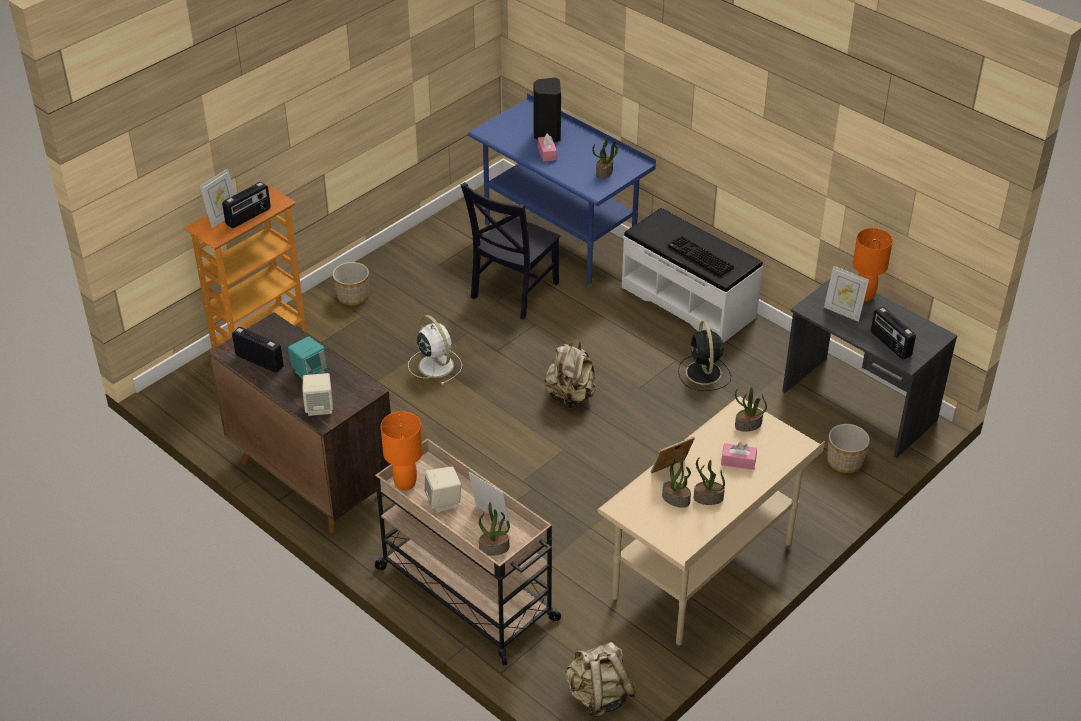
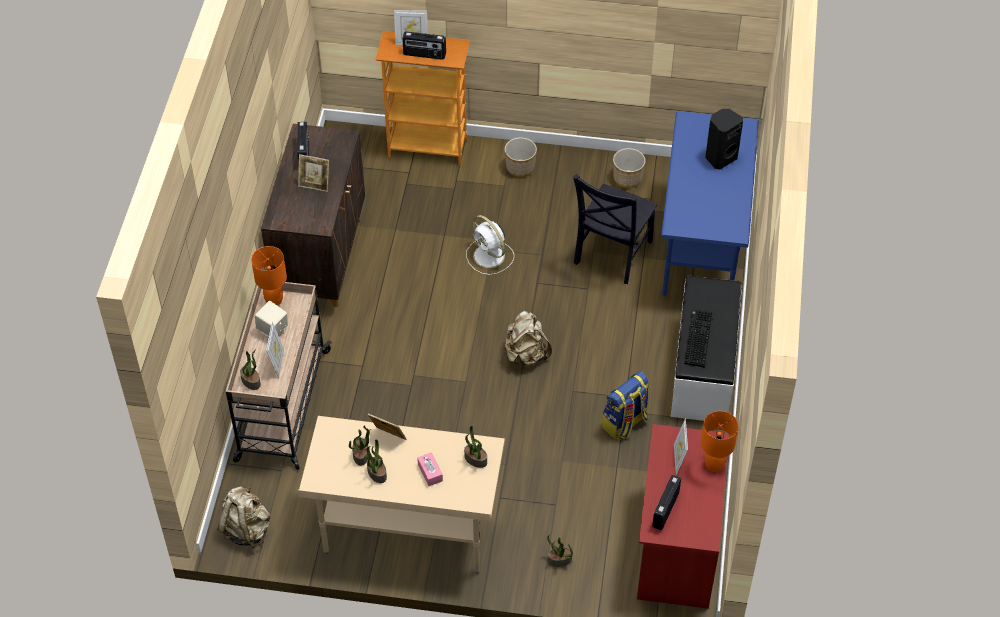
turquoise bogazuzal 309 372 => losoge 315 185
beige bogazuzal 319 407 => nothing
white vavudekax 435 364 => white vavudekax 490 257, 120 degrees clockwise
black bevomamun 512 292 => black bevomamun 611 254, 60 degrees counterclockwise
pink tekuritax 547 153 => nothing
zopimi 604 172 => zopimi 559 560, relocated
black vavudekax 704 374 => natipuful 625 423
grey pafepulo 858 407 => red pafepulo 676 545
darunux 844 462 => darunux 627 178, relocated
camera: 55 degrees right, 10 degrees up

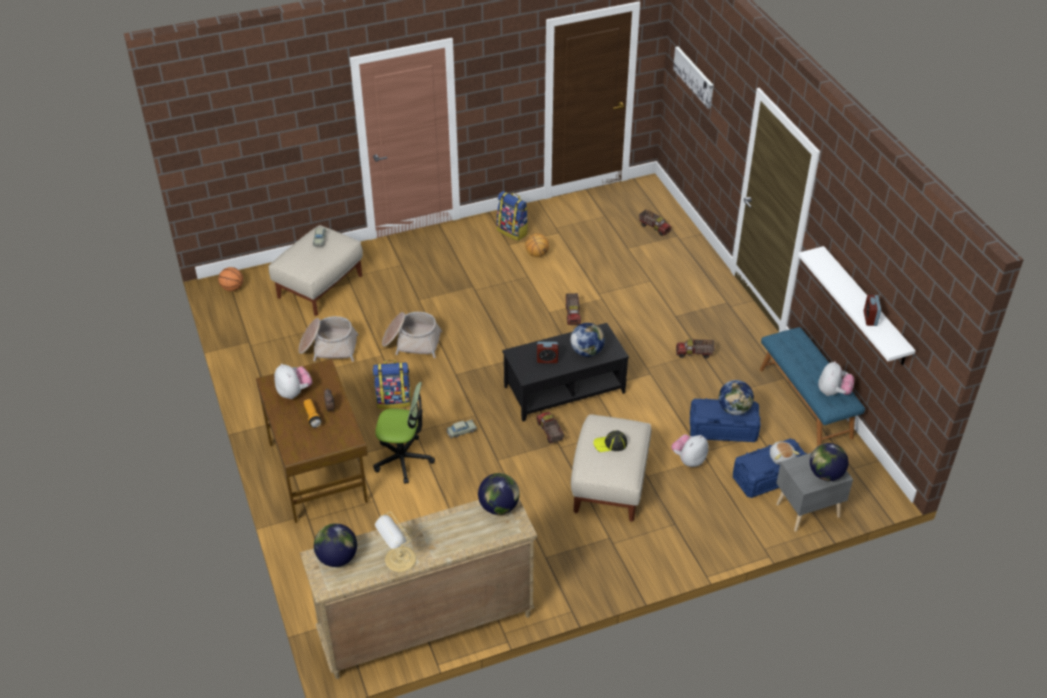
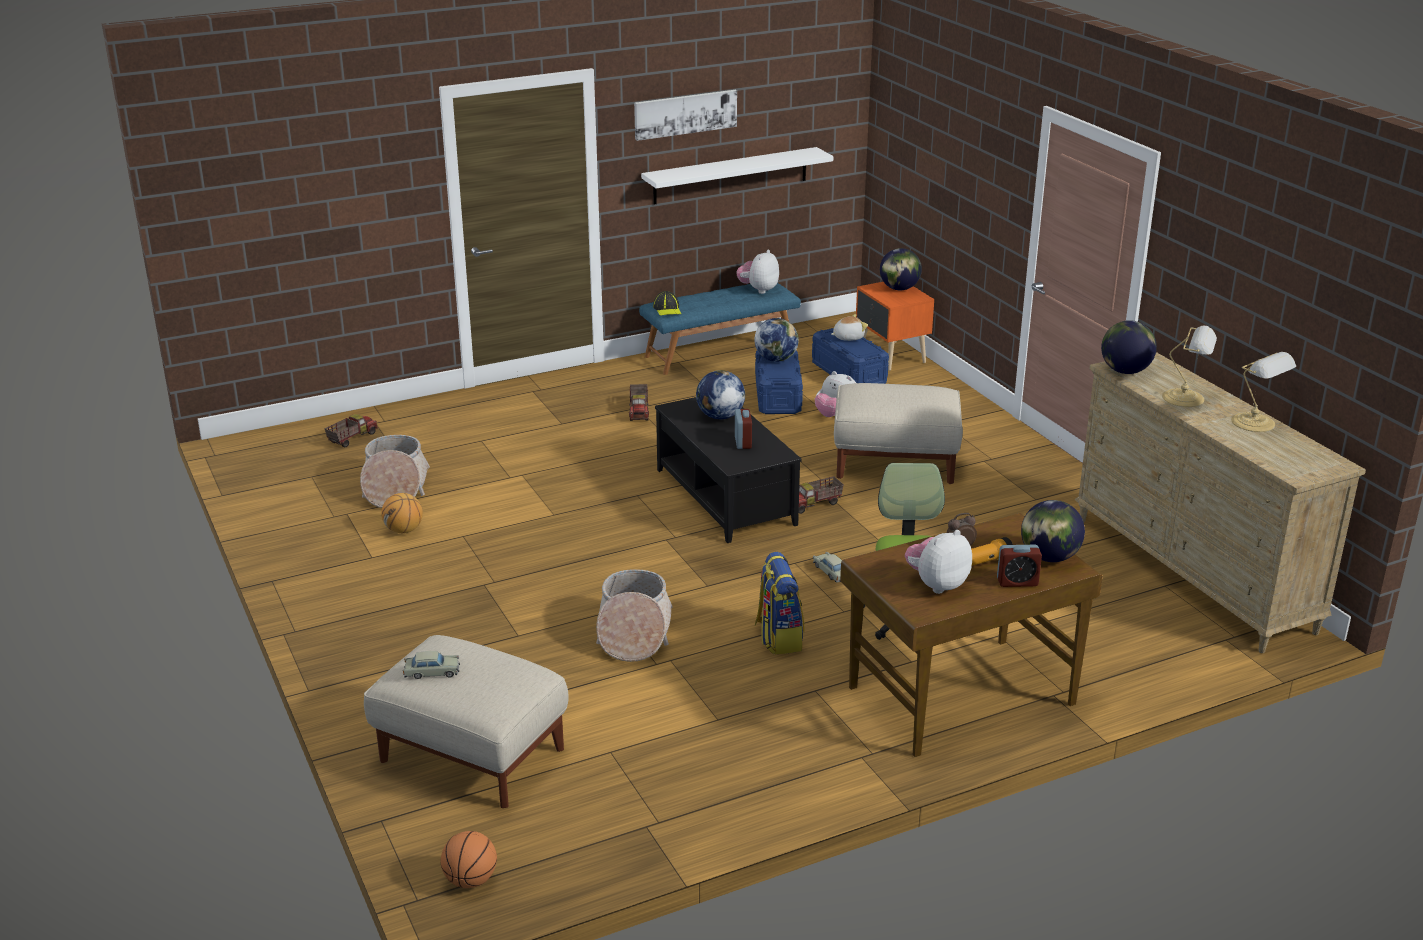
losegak 328 347 => losegak 394 488, relocated
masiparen 337 558 => masiparen 1049 557, relocated
natipuful 513 231 => nothing
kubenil 573 314 => nothing
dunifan 610 444 => dunifan 667 309, relocated
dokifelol 694 76 => dokifelol 685 114, relocated
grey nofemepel 806 510 => orange nofemepel 891 356
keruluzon 833 392 => keruluzon 758 290, 75 degrees counterclockwise
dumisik 870 318 => dumisik 1017 582, relocated
nothing => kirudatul 1185 398
camera: 95 degrees left, 15 degrees down

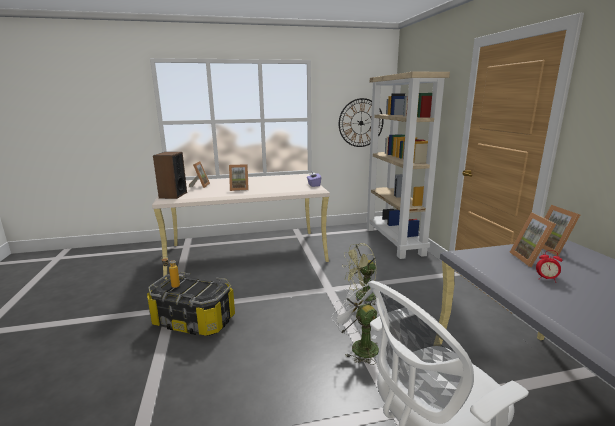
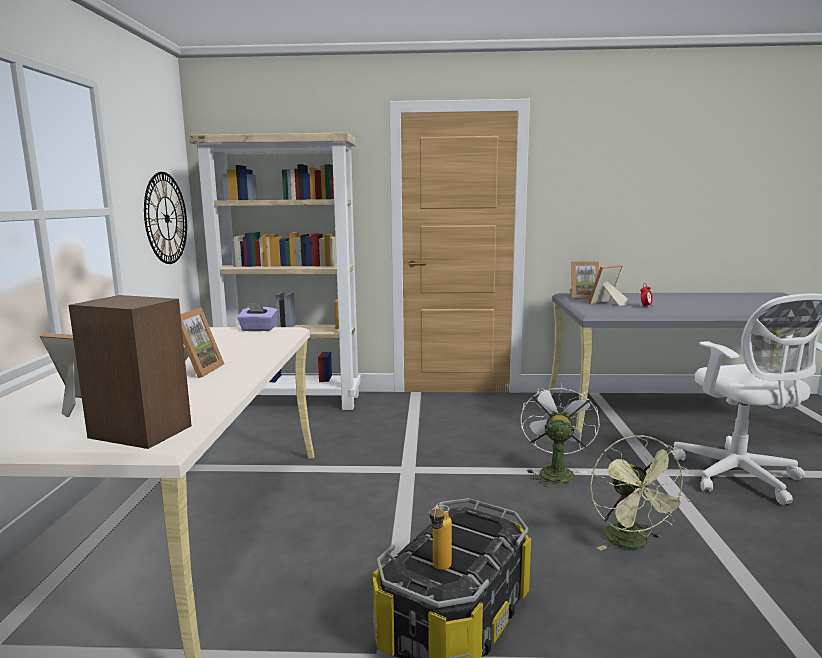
white vavudekax 359 346 => white vavudekax 555 471, 120 degrees clockwise
green vavudekax 362 297 => green vavudekax 632 543, relocated
losoge 531 259 => losoge 607 303, 135 degrees clockwise
camera: 75 degrees left, 5 degrees down

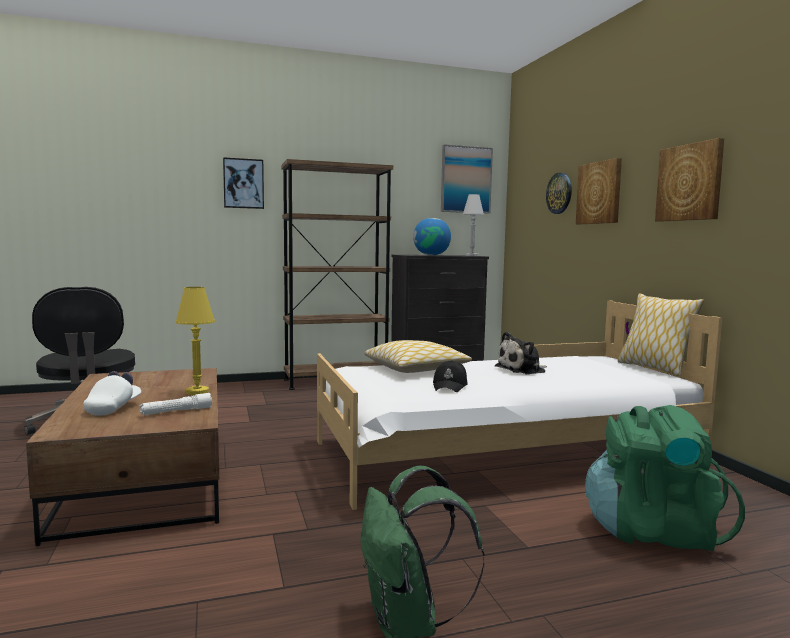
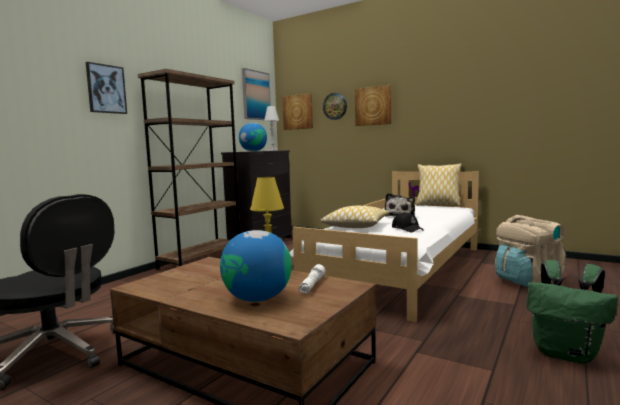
white dunifan 113 408 => masiparen 257 298
green natipuful 652 531 => beige natipuful 527 281
dokifelol 690 182 => dokifelol 298 112, relocated
camera: 40 degrees left, 0 degrees up

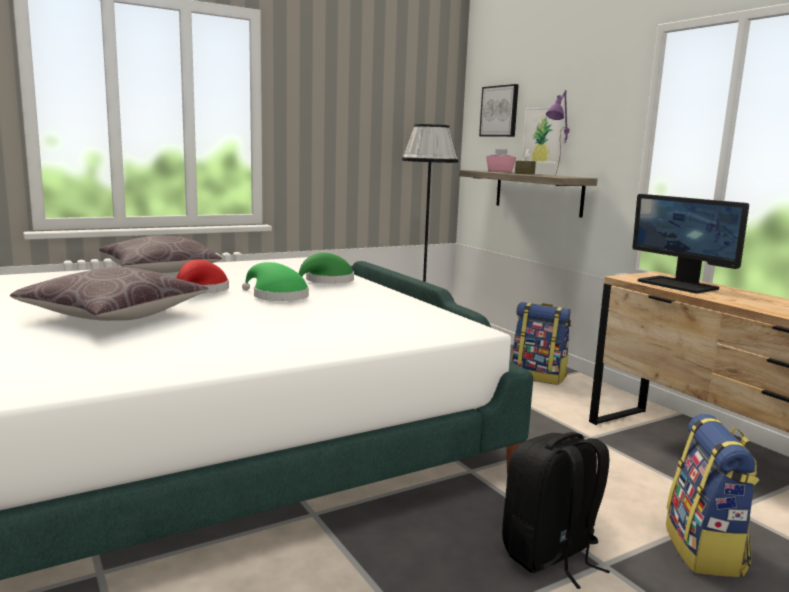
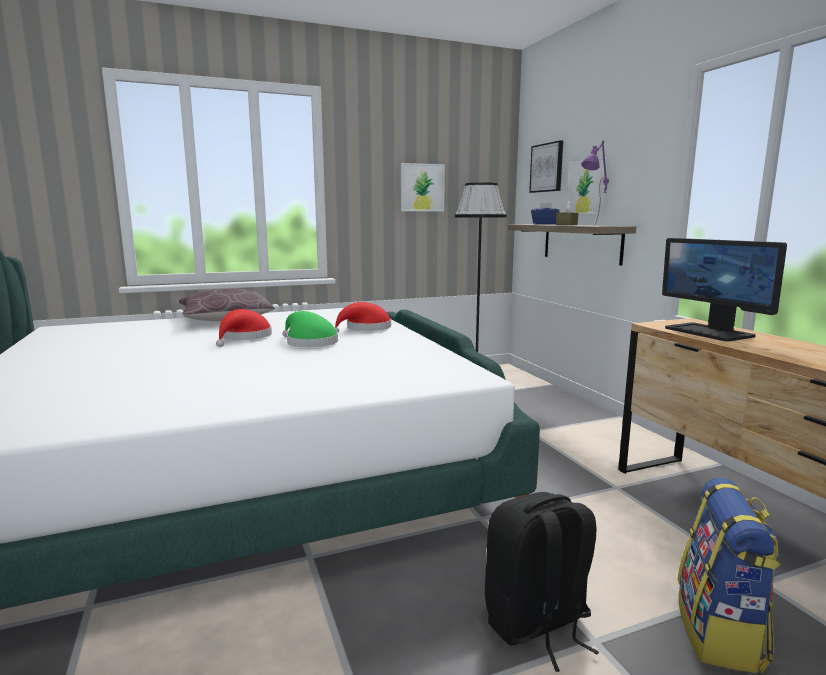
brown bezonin 114 315 => nothing
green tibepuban 326 281 => red tibepuban 365 328
pink tekuritax 499 171 => blue tekuritax 544 224
natipuful 539 376 => nothing
nothing => dokifelol 422 187
camera: 10 degrees right, 0 degrees up

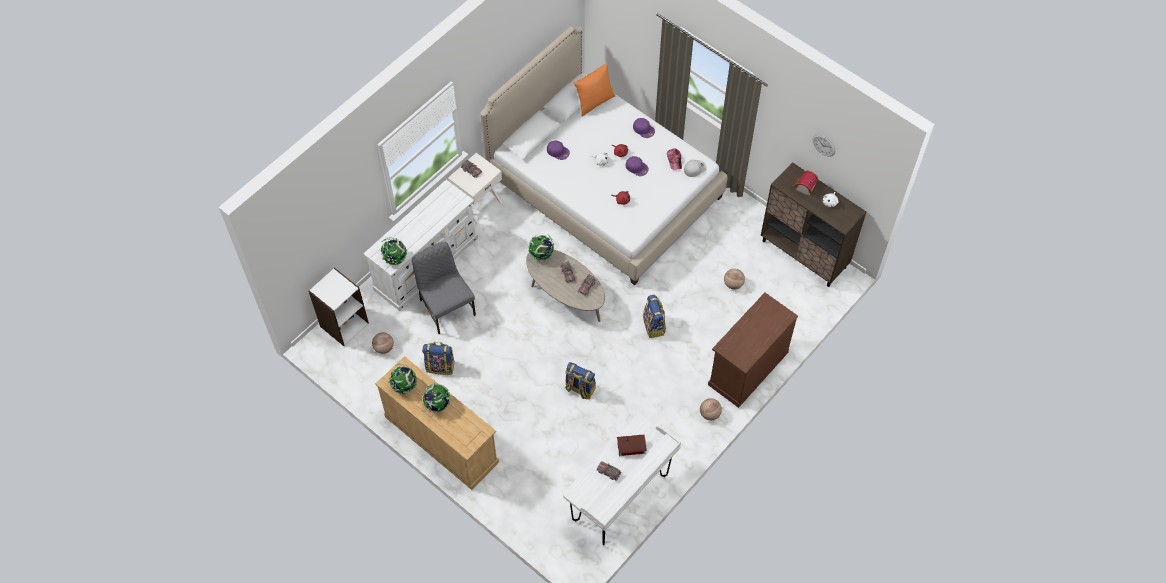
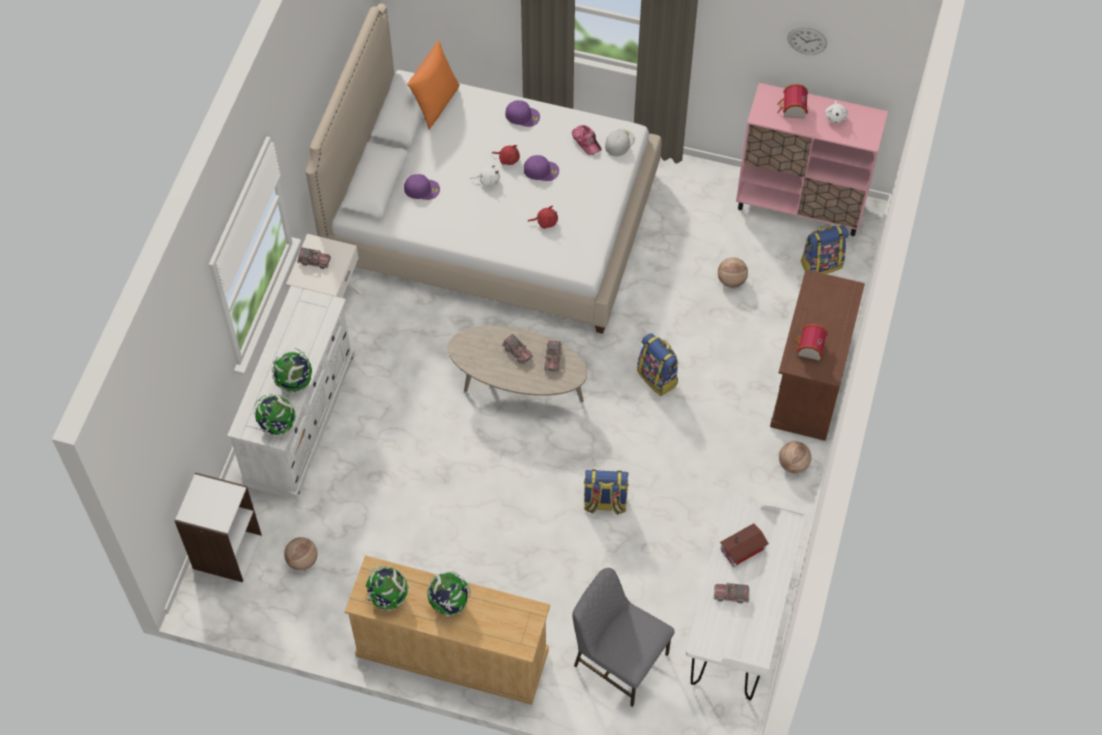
grey bevomamun 446 307 => grey bevomamun 619 660, relocated
natipuful 440 366 => natipuful 821 263, relocated
masiparen 541 254 => masiparen 295 382, relocated
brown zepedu 804 254 => pink zepedu 801 205
nothing => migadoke 808 349
camera: 25 degrees left, 0 degrees up

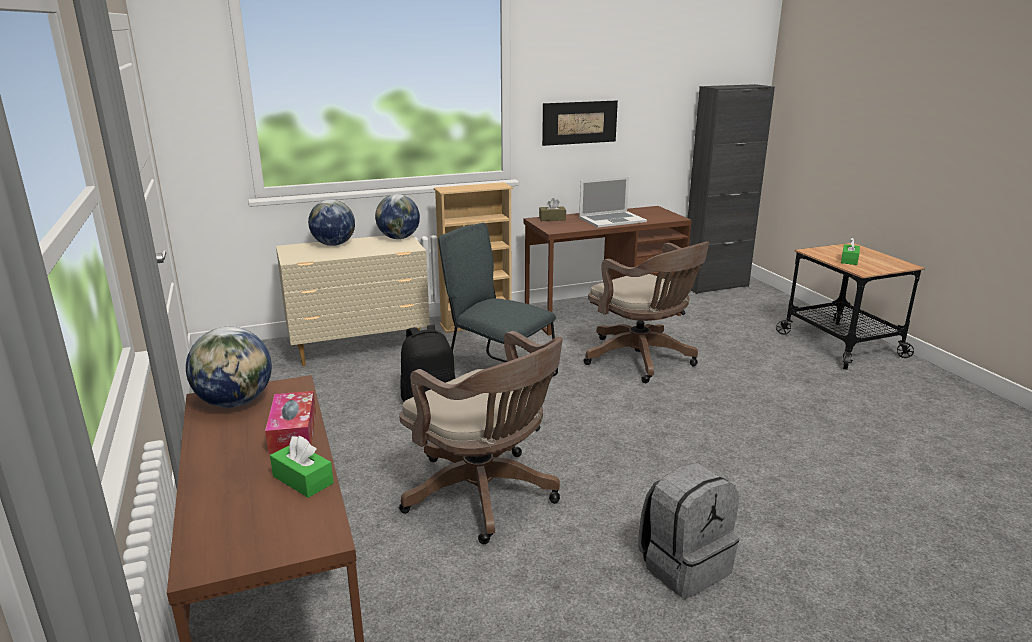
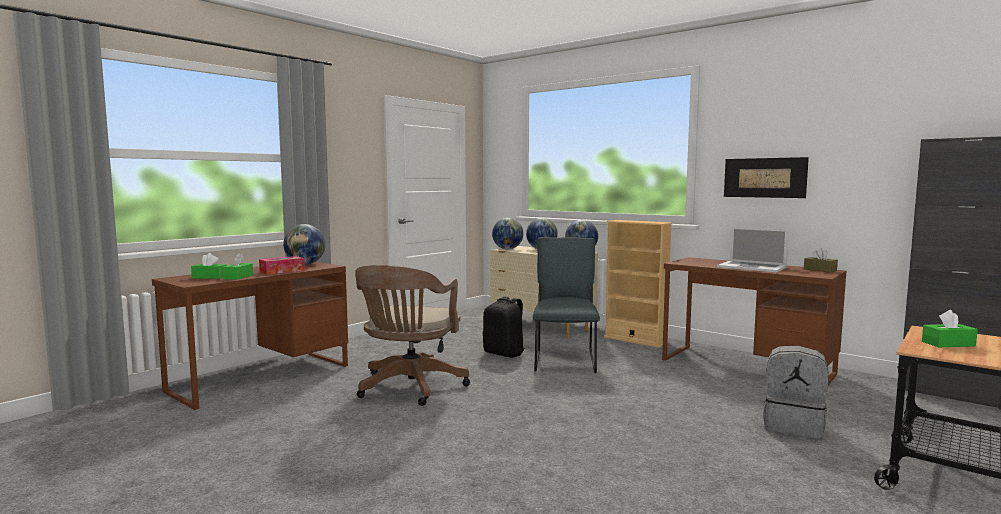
brown tekuritax 552 219 => brown tekuritax 820 270, relocated
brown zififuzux 642 360 => nothing
grey natipuful 684 565 => grey natipuful 793 425, relocated
nothing => green tekuritax 209 277
nothing => masiparen 507 249
camera: 60 degrees right, 15 degrees down

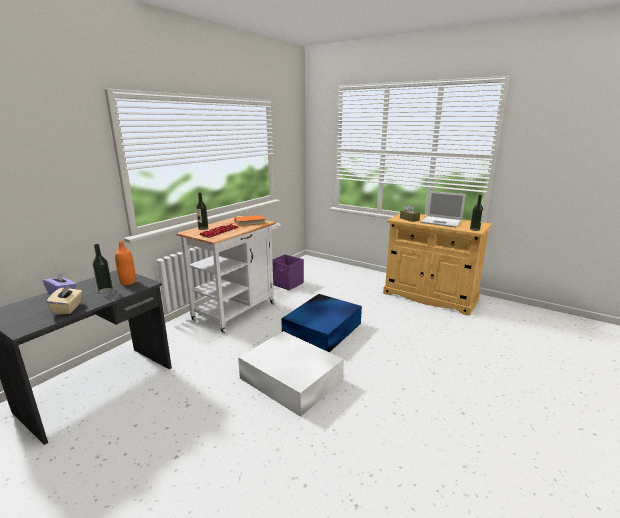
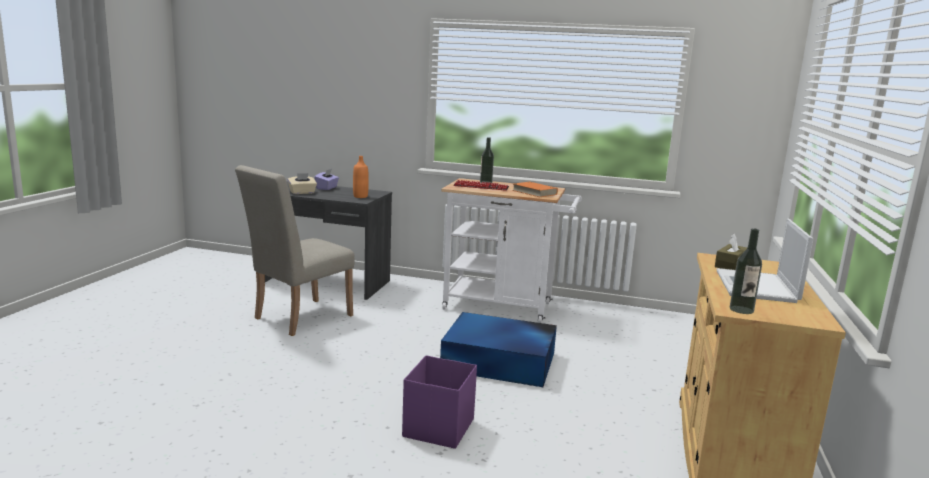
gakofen 105 290 => nothing
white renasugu 291 380 => nothing
purple renasugu 287 284 => purple renasugu 438 428, relocated
nothing => beige bevomamun 297 318
camera: 70 degrees right, 5 degrees down

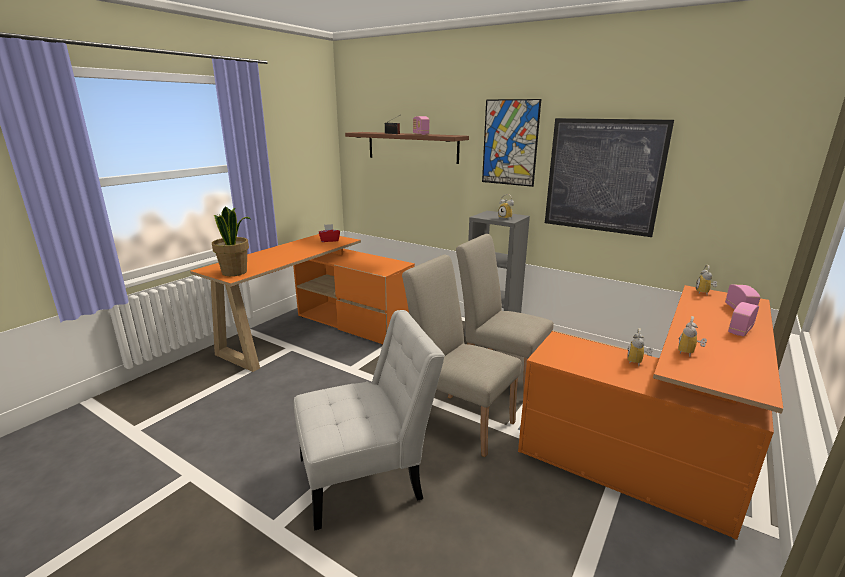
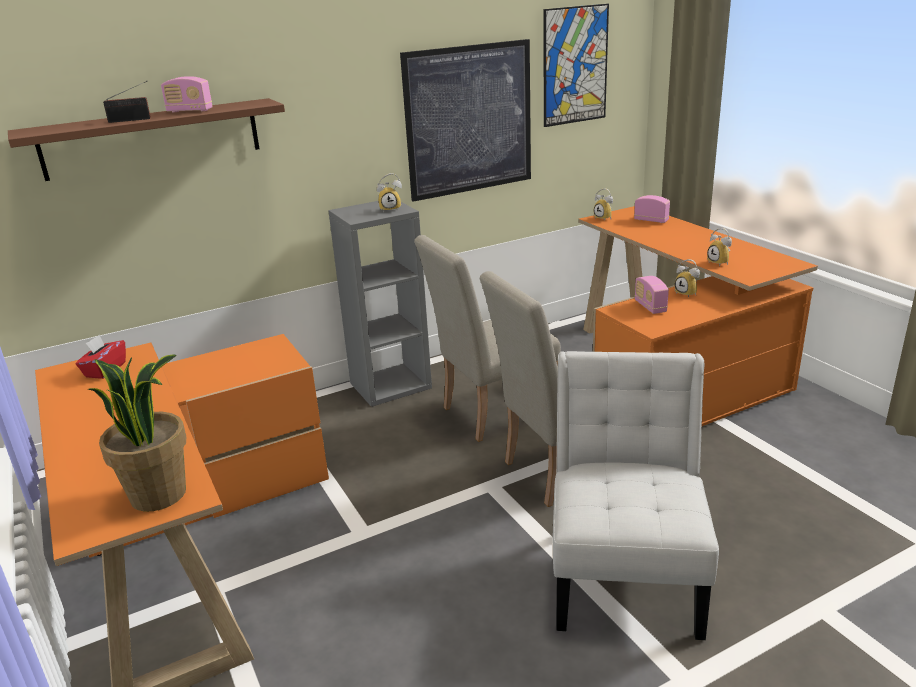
dokifelol 510 143 => dokifelol 575 65, relocated
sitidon 740 330 => sitidon 650 307, relocated
camera: 60 degrees left, 5 degrees up

